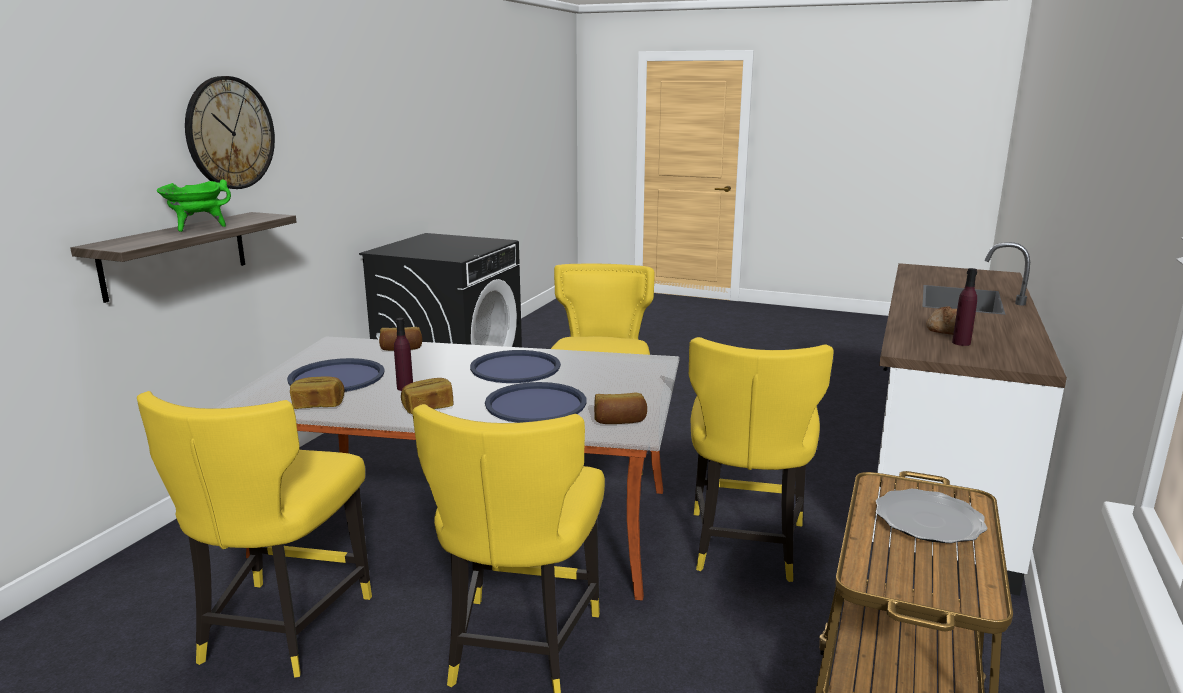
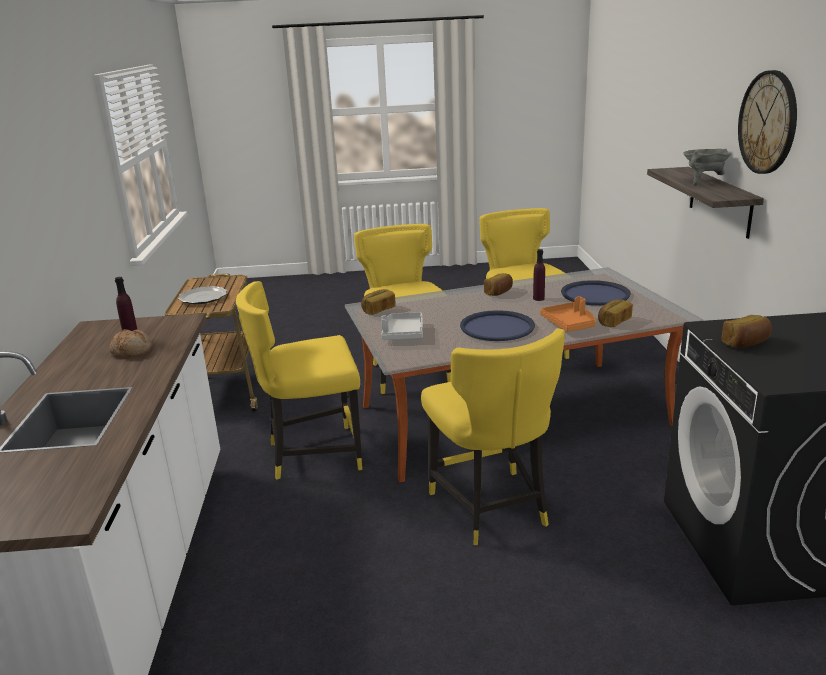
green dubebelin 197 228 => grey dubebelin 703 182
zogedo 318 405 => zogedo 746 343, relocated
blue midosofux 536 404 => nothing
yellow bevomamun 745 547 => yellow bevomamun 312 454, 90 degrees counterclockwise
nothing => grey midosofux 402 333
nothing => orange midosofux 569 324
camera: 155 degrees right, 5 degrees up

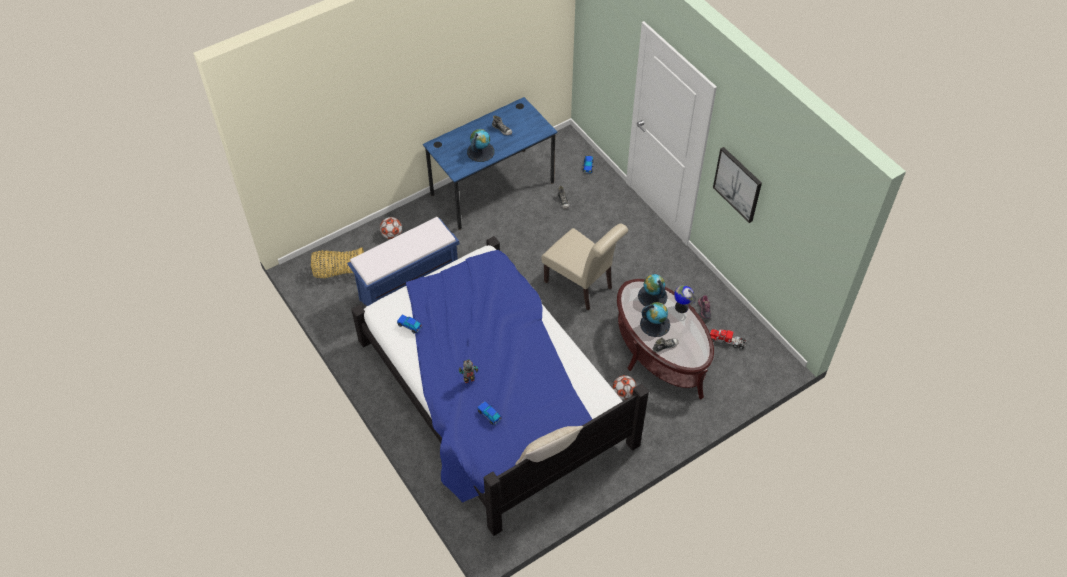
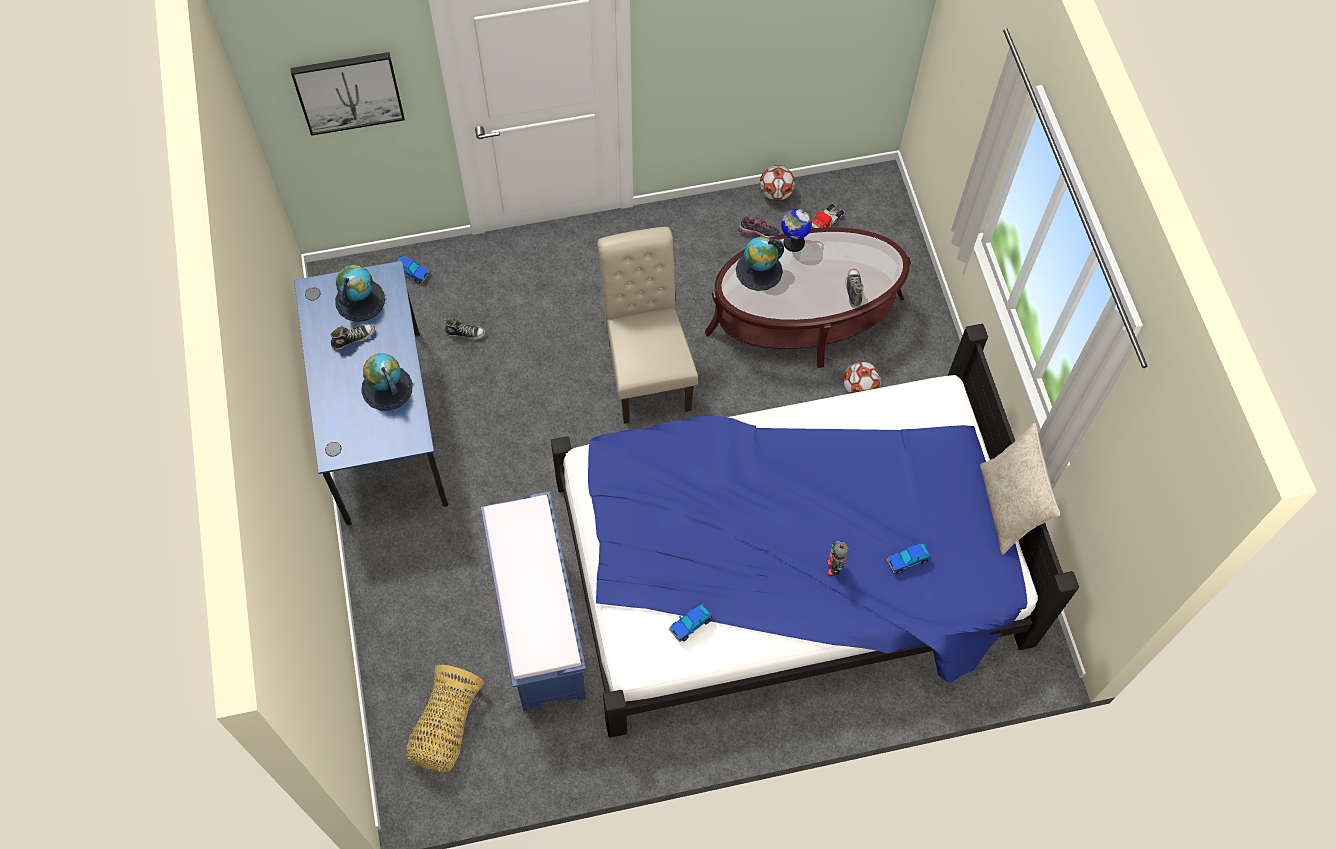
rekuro 391 235 => rekuro 775 193, relocated
beige bevomamun 582 286 => beige bevomamun 646 370, 75 degrees counterclockwise
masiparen 655 324 => masiparen 360 300, relocated
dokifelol 738 184 => dokifelol 348 92, relocated
camera: 70 degrees left, 10 degrees up

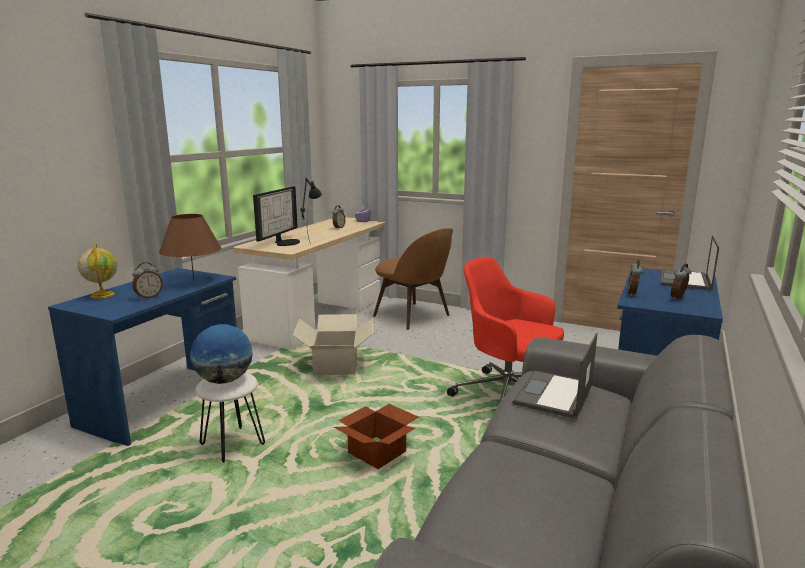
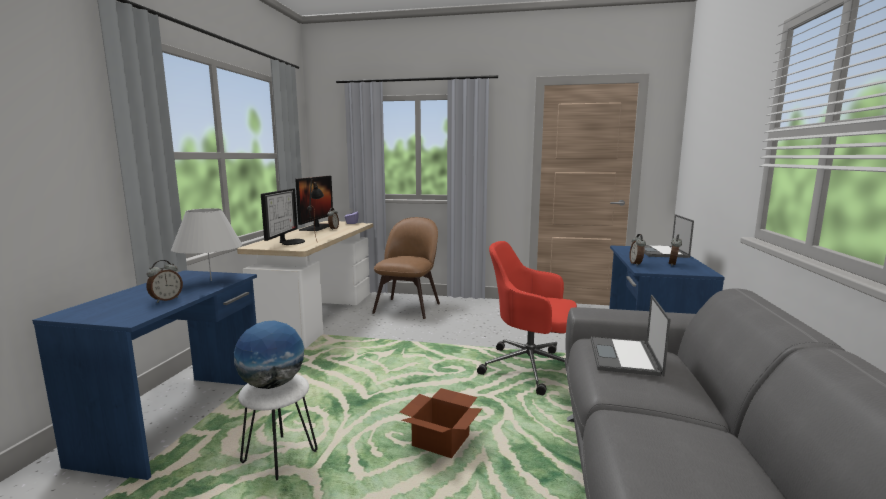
masiparen 102 295 => nothing
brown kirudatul 194 280 => white kirudatul 211 280
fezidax 335 365 => nothing
brown bevomamun 413 316 => brown bevomamun 408 307, 105 degrees counterclockwise
nothing => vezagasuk 317 227
camera: 15 degrees left, 5 degrees down

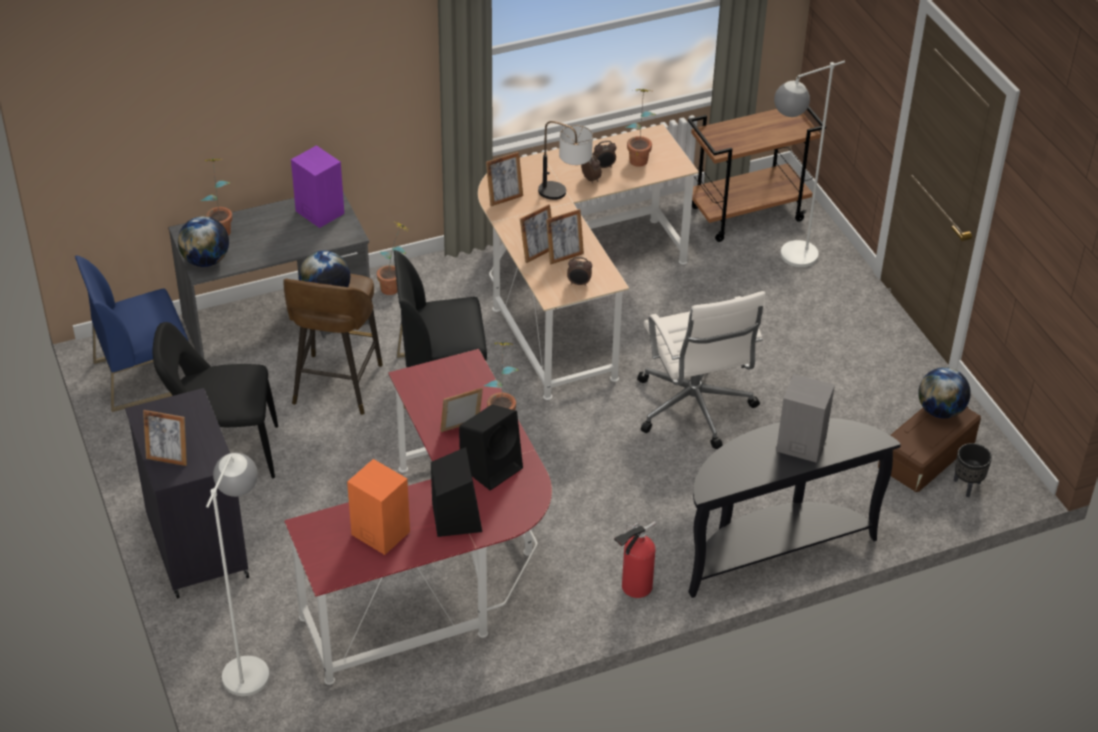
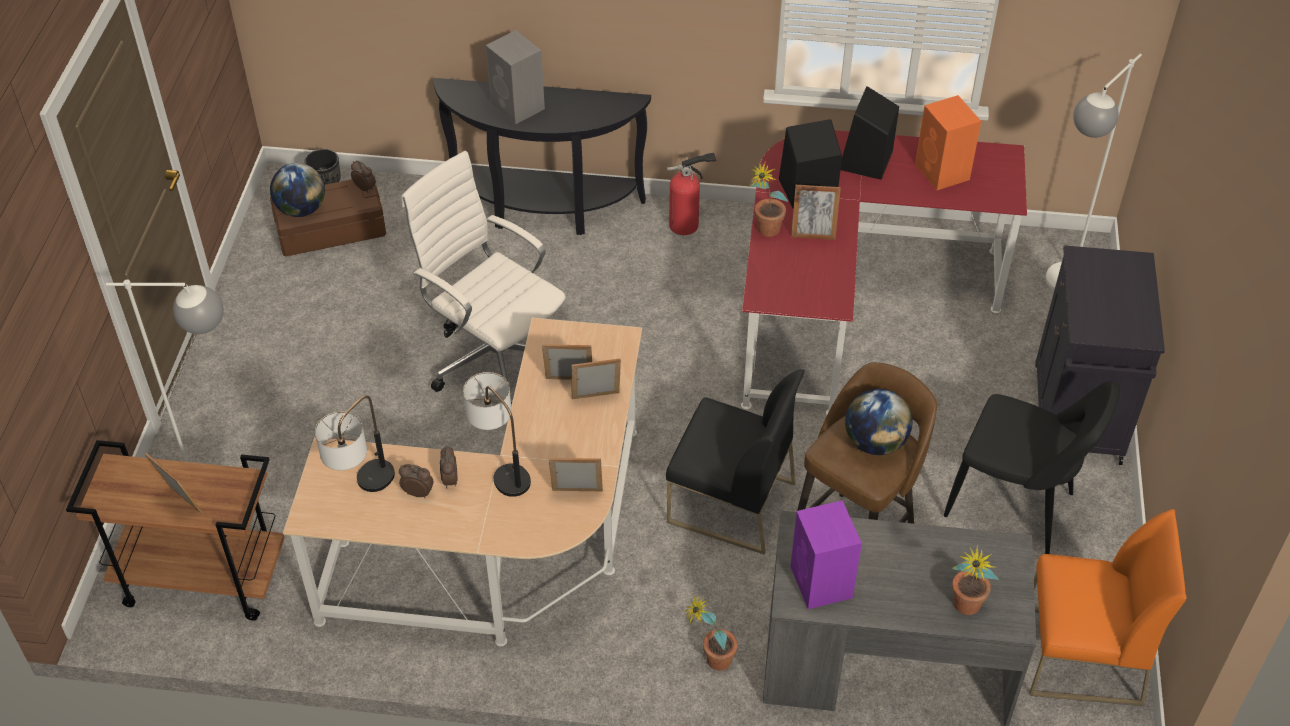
blue bevomamun 144 375 => orange bevomamun 1081 657
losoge 168 458 => losoge 181 504, relocated
masiparen 206 261 => nothing
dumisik 579 283 => dumisik 365 188, relocated
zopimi 639 157 => kirudatul 363 489
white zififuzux 694 409 => white zififuzux 495 358, 60 degrees counterclockwise
camera: 150 degrees left, 5 degrees up

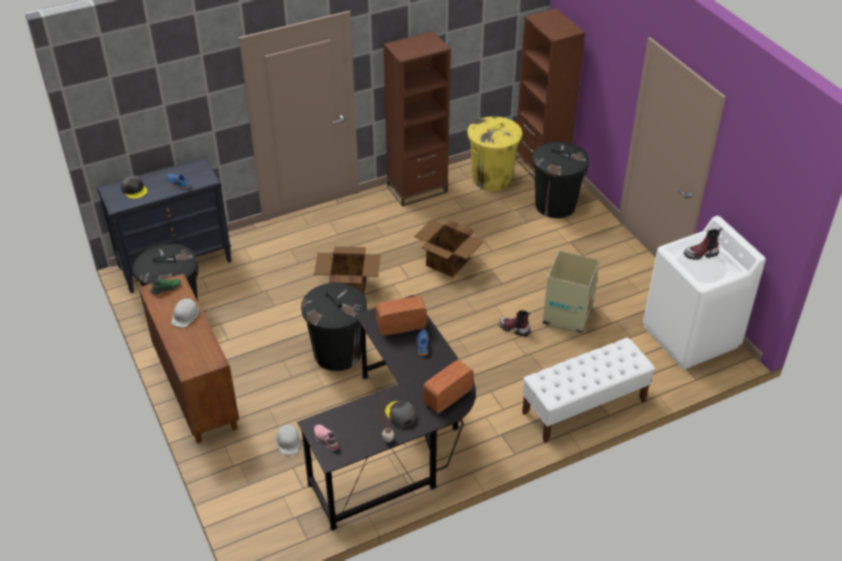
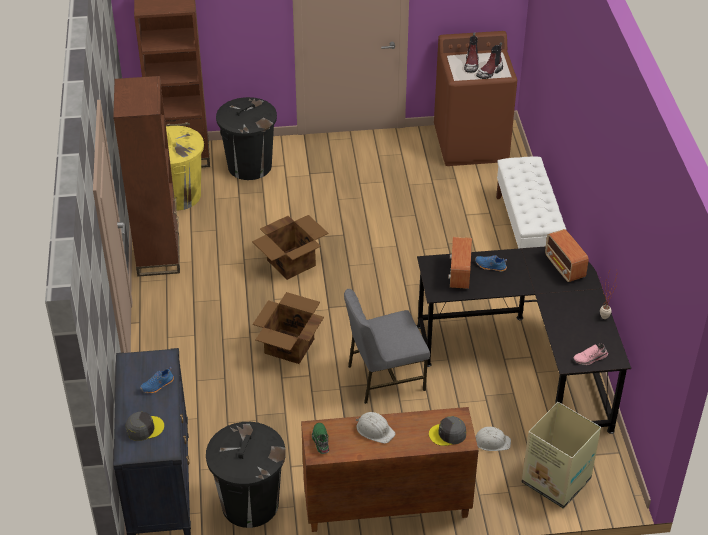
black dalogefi 337 353 => grey bevomamun 384 377
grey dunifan 400 414 => grey dunifan 448 434, relocated
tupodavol 514 329 => tupodavol 490 72, relocated
fezidax 567 316 => fezidax 557 481, relocated
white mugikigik 691 337 => brown mugikigik 471 144
camera: 70 degrees left, 0 degrees up

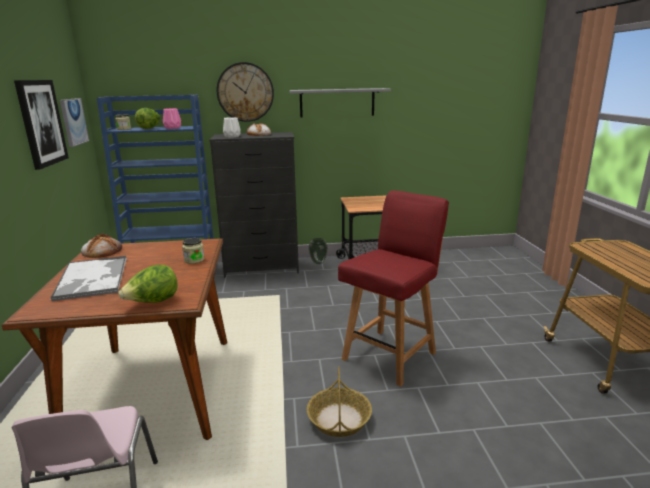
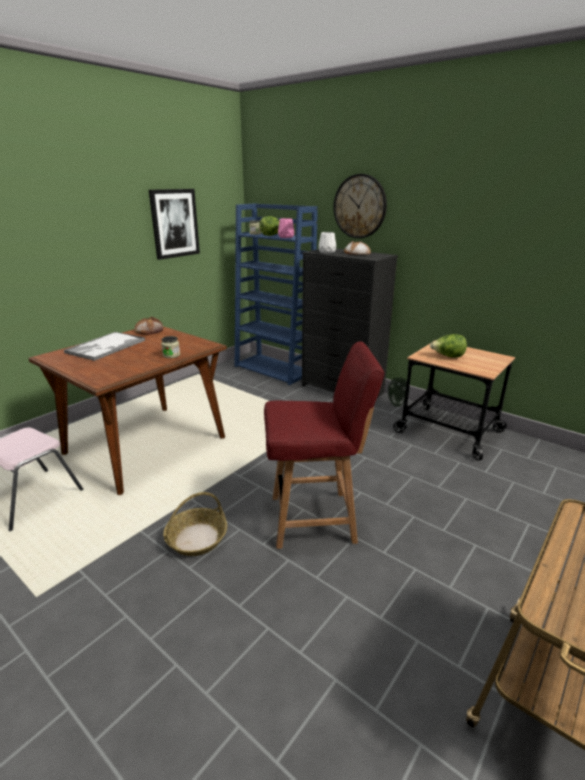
dokifelol 73 121 => nothing
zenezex 153 302 => zenezex 447 357, relocated
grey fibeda 337 102 => nothing
camera: 45 degrees right, 5 degrees up

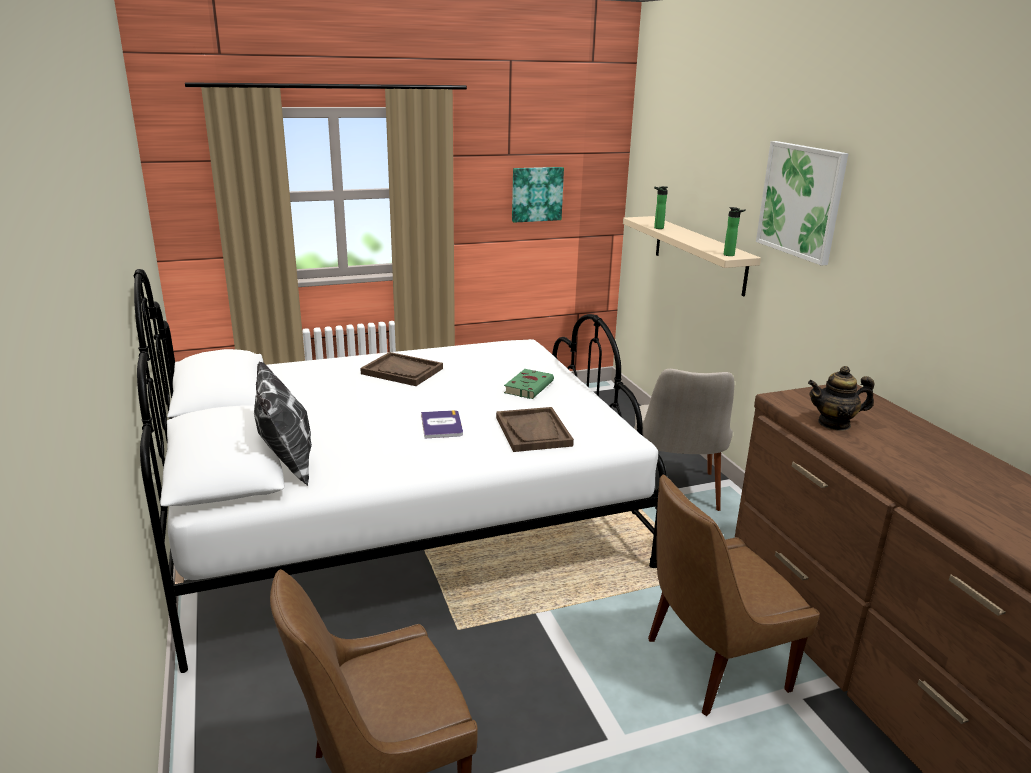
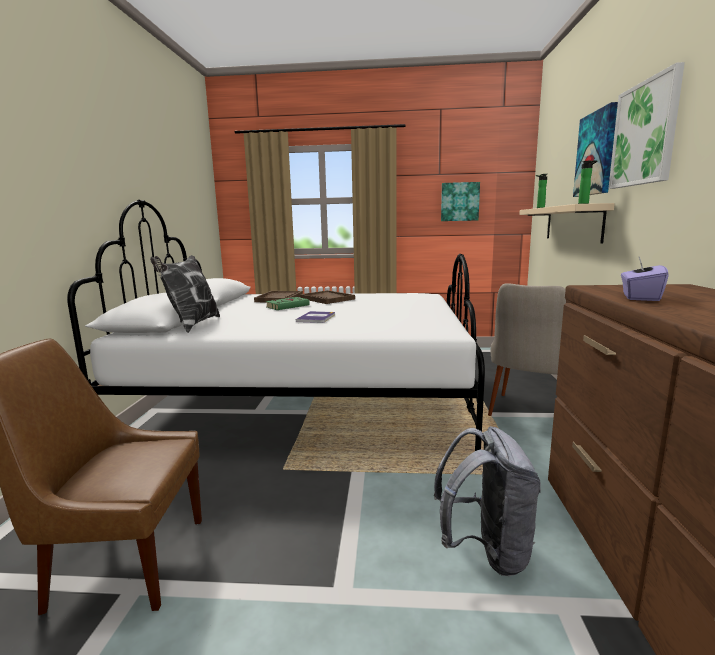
brown midosofux 533 431 => brown midosofux 279 298, relocated
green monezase 529 387 => green monezase 288 306, relocated
brown bevomamun 711 665 => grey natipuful 486 551
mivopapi 834 423 => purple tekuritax 639 297
nothing => dokifelol 596 153
camera: 25 degrees right, 10 degrees down

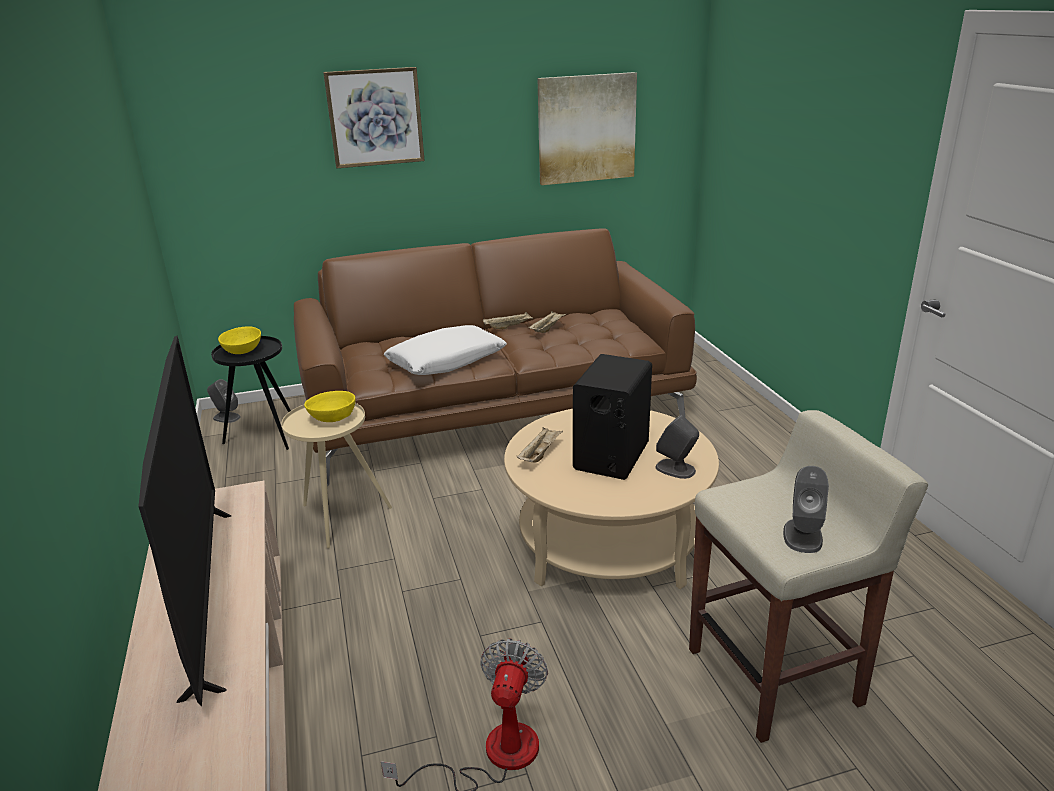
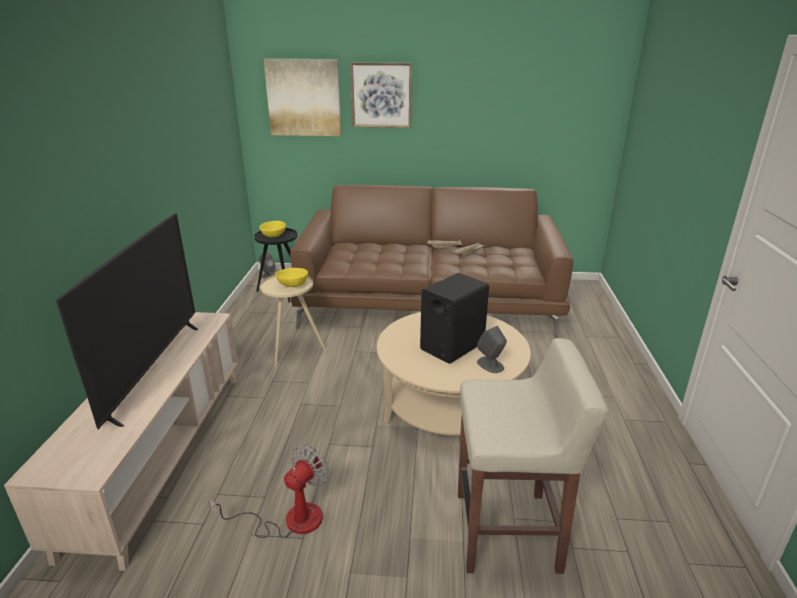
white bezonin 446 361 => nothing
beige midosofux 540 454 => nothing
dokifelol 586 128 => dokifelol 304 98, relocated
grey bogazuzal 802 535 => nothing
camera: 20 degrees right, 0 degrees up

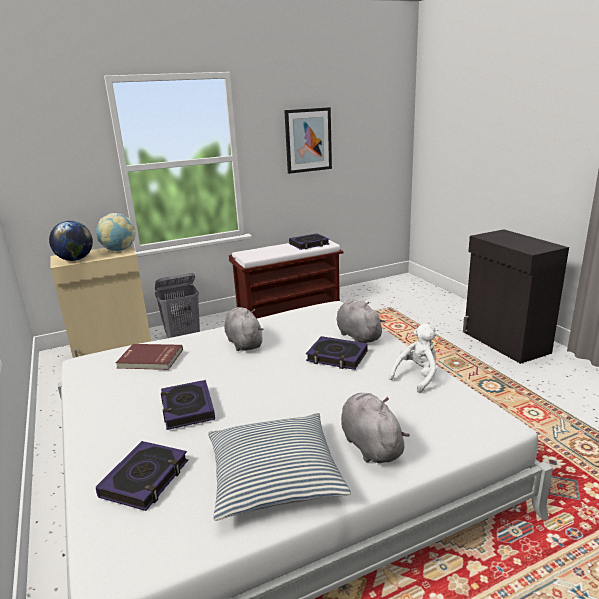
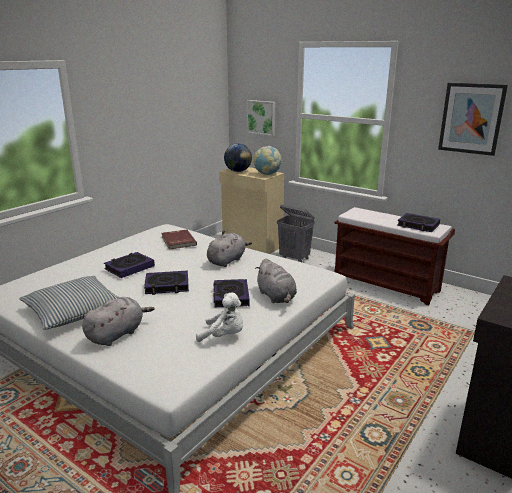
monezase 145 479 => monezase 167 286, relocated
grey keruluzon 357 335 => grey keruluzon 276 297, 120 degrees clockwise
nothing => dokifelol 261 117
camera: 60 degrees right, 0 degrees up

